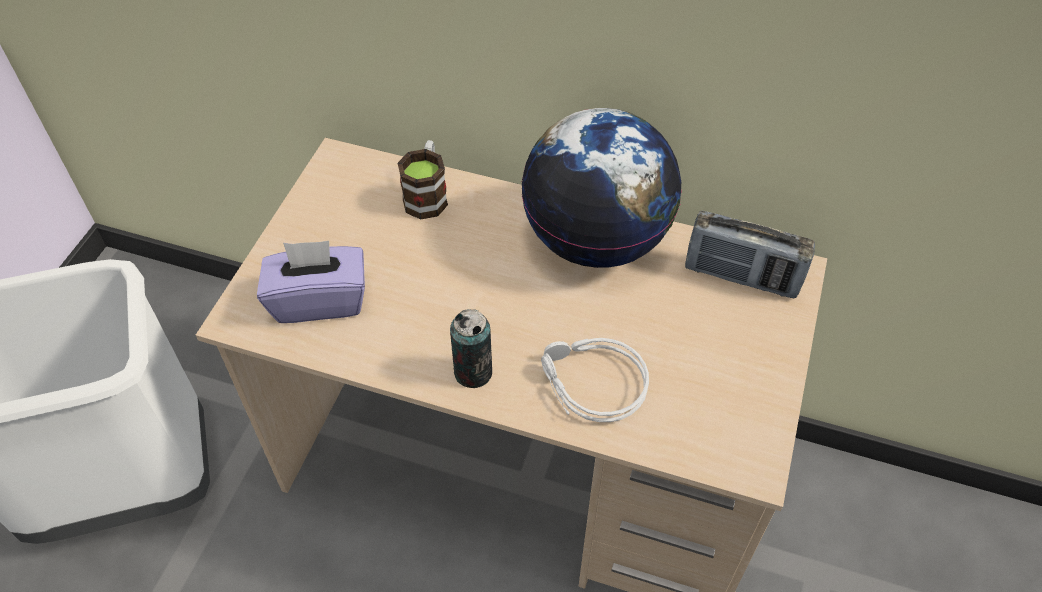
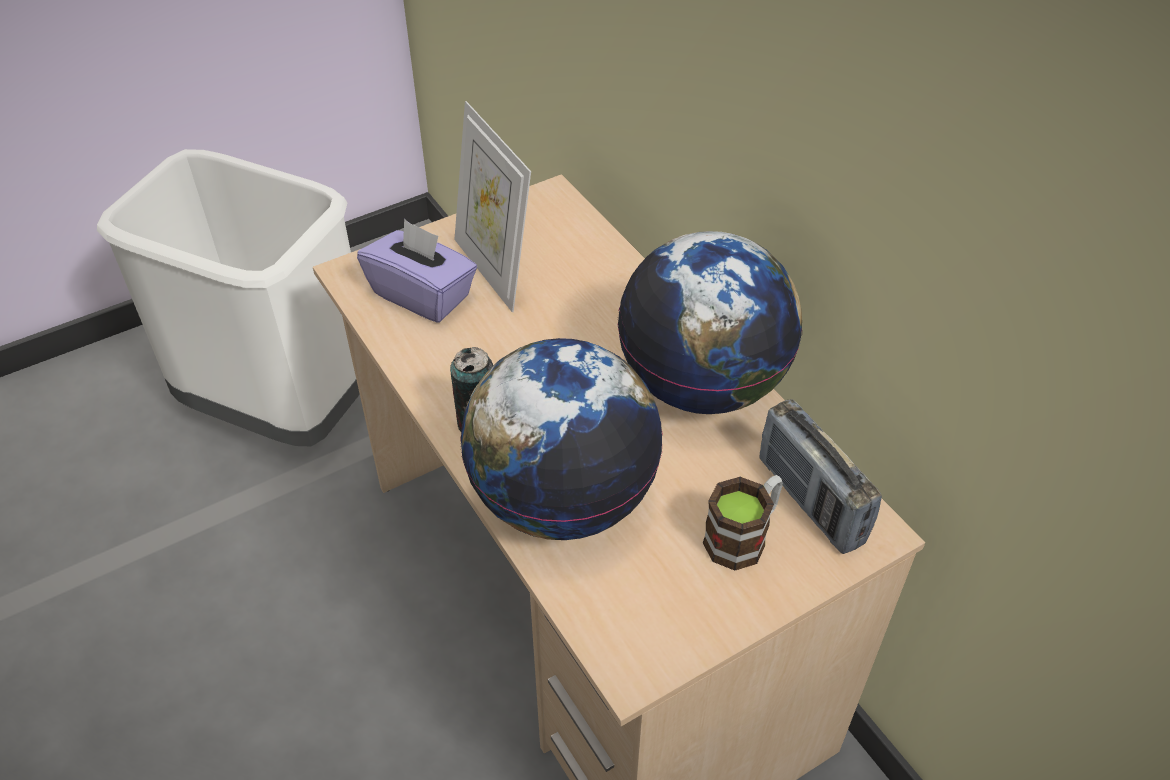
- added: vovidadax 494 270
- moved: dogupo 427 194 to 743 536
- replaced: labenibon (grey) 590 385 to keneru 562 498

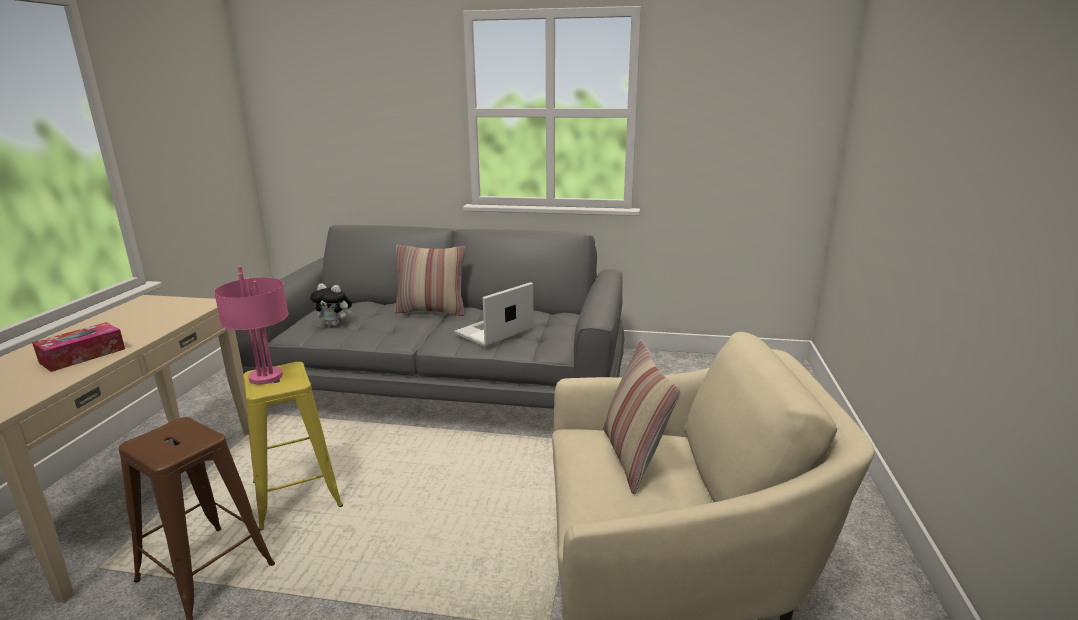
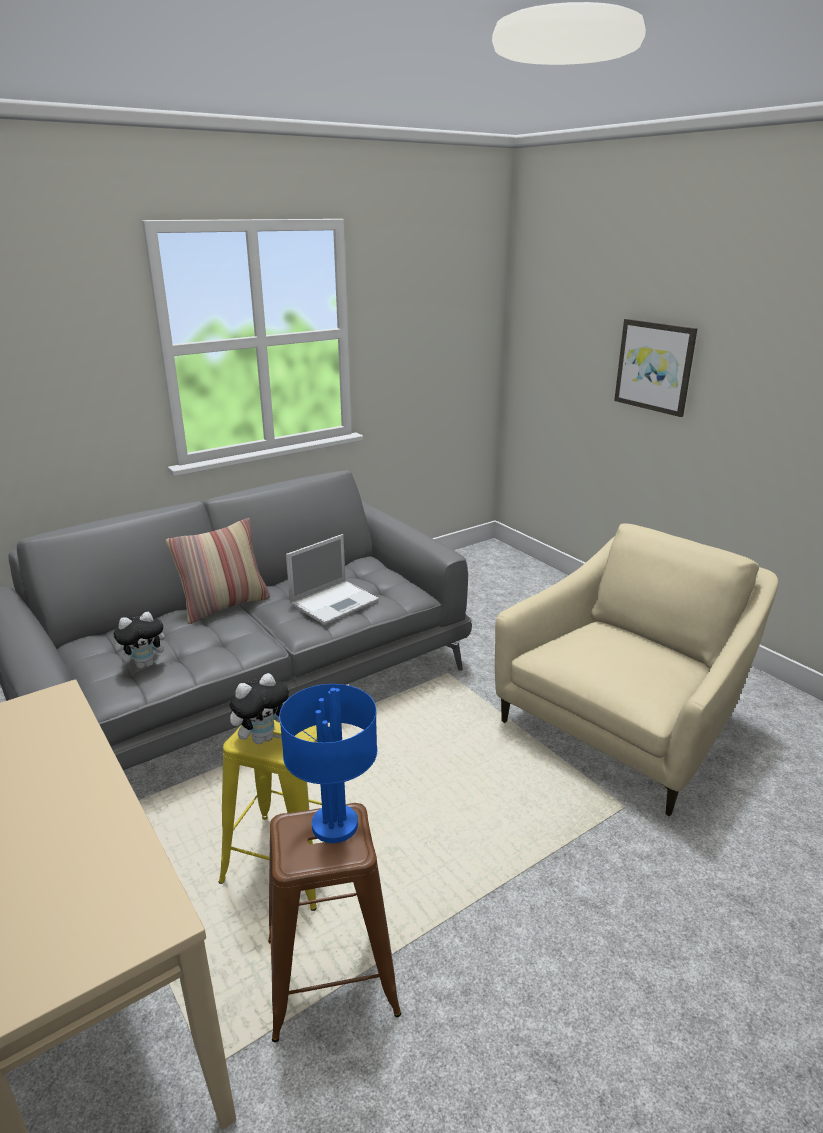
- removed: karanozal 83 355
- removed: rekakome 633 457
- added: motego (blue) 333 825
- added: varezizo 655 366
- replaced: motego (pink) 267 376 to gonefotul 262 738
- turned: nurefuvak 493 332 = 335 602 135 degrees counterclockwise

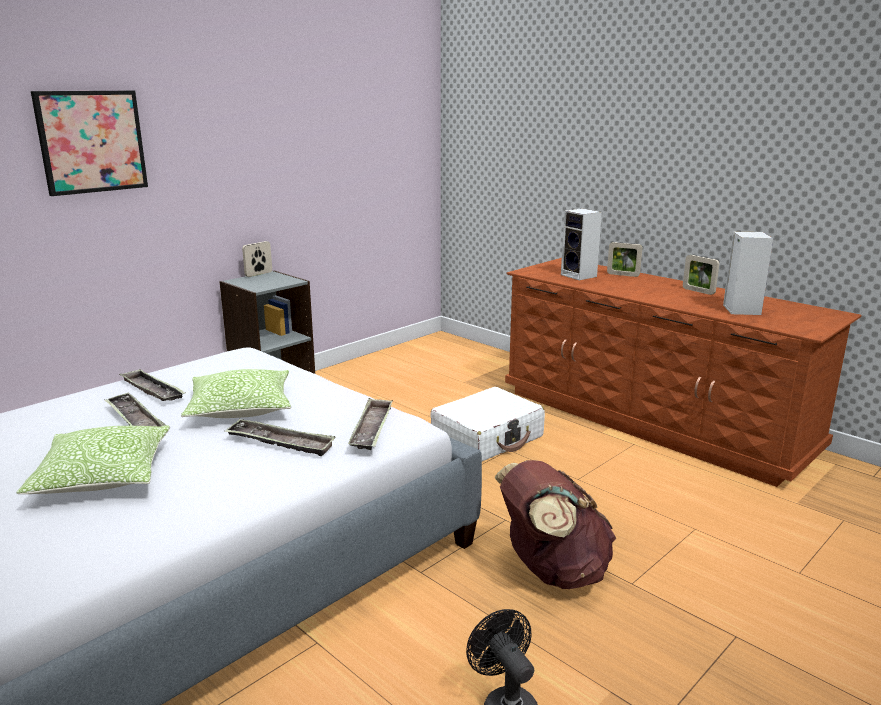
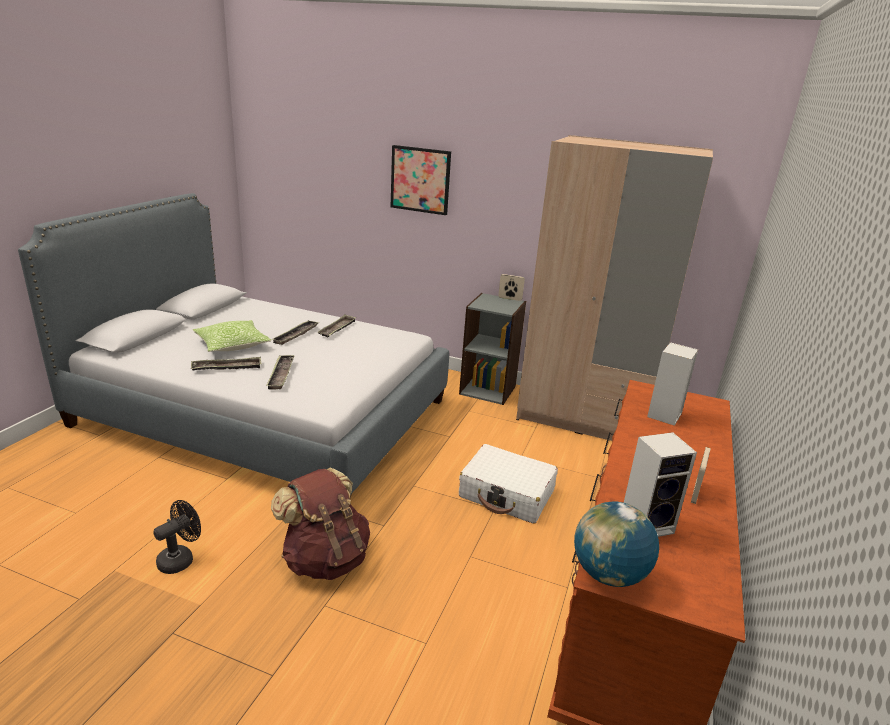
- removed: rekakome 241 408
- removed: vovidadax 623 275
- added: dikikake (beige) 584 419
- added: keneru 608 574
- moved: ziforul 372 429 to 227 367

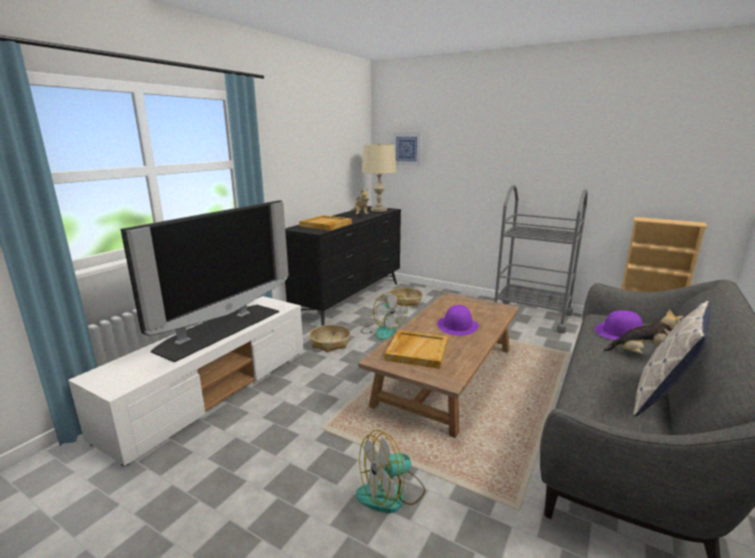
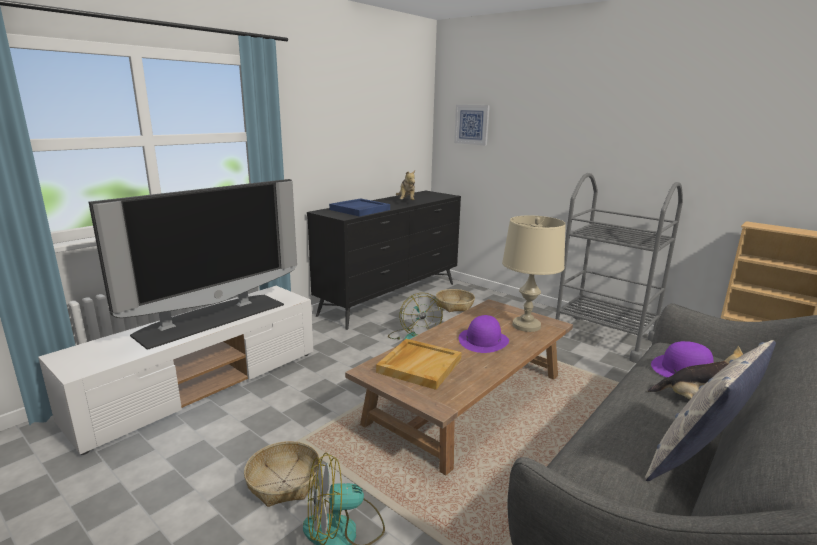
- moved: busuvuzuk 330 343 to 283 481
- moved: motego (beige) 378 210 to 526 325
- recoloured: ziforul (beige) 326 225 to ziforul (blue) 360 210

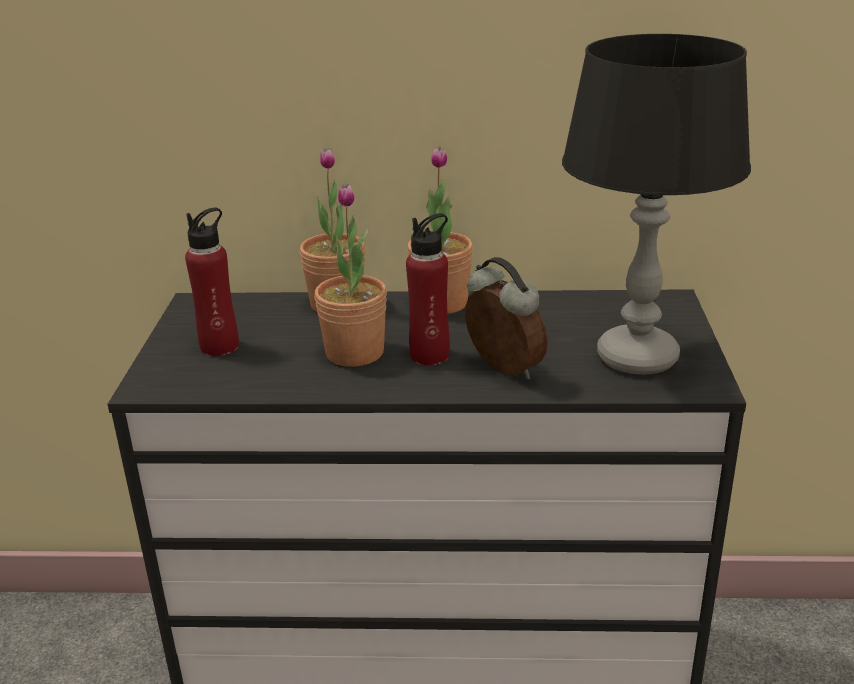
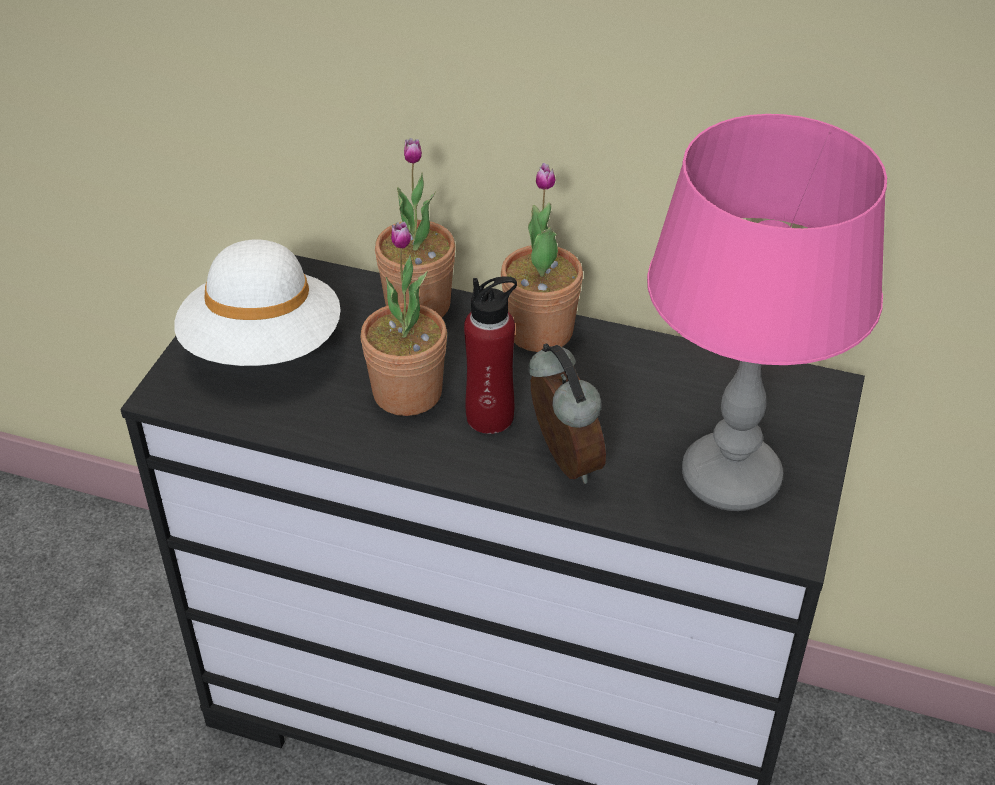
- replaced: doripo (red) 220 346 to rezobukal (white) 263 347
- recoloured: motego (black) 638 358 to motego (pink) 731 479

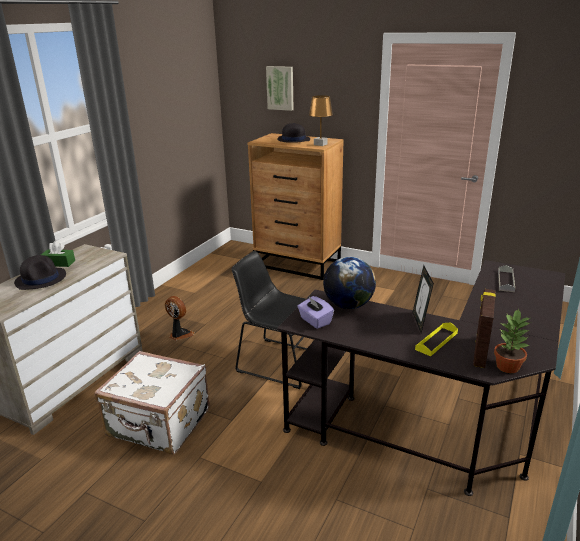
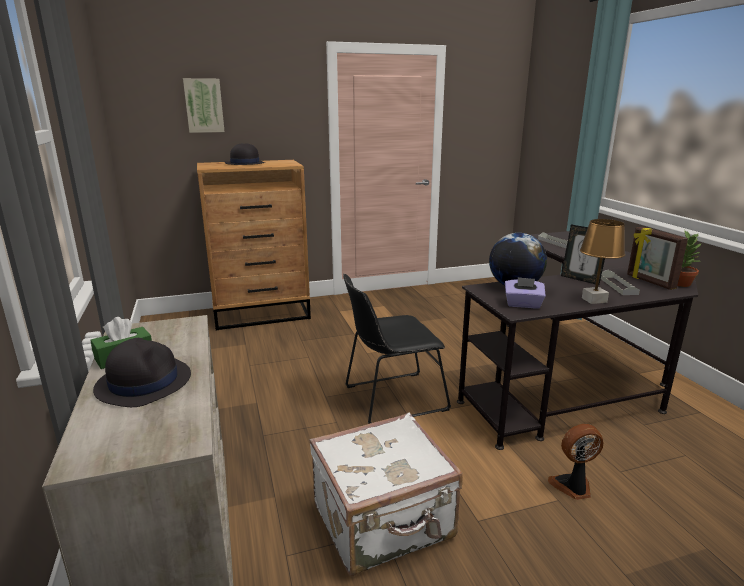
- moved: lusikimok 179 334 to 573 487
- moved: motego (brown) 320 144 to 594 300
- recoloured: ziforul (yellow) 436 341 to ziforul (grey) 618 285

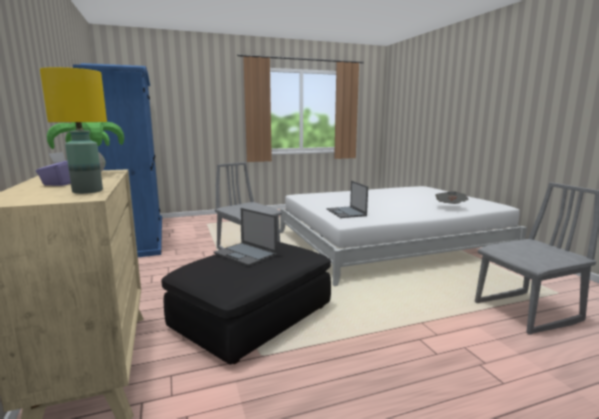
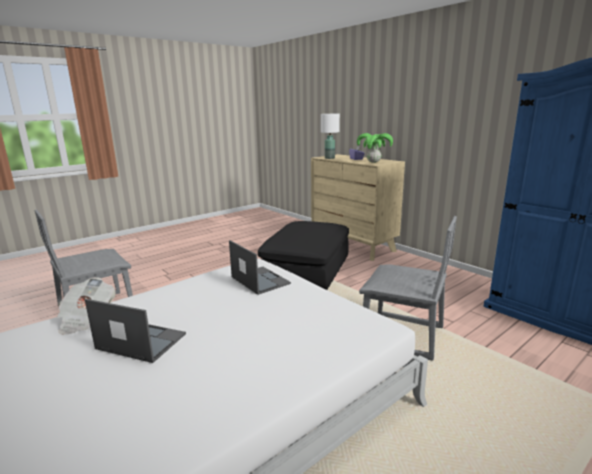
- moved: nurefuvak 246 254 to 140 341
- recoloured: motego (yellow) 87 191 to motego (white) 330 158

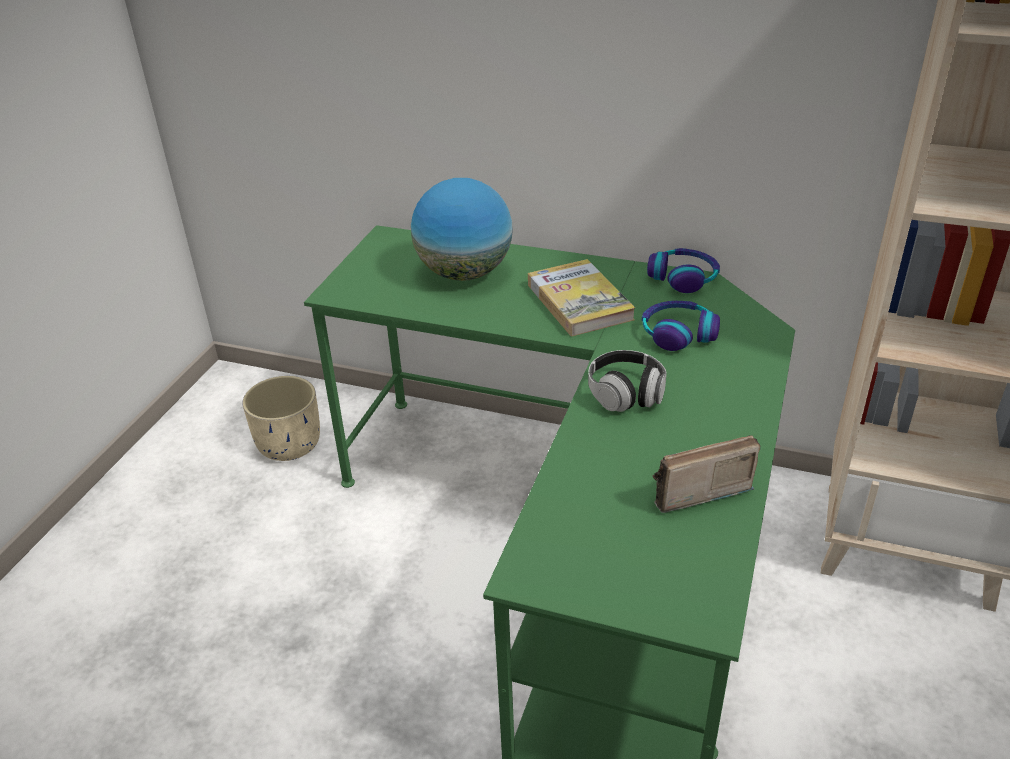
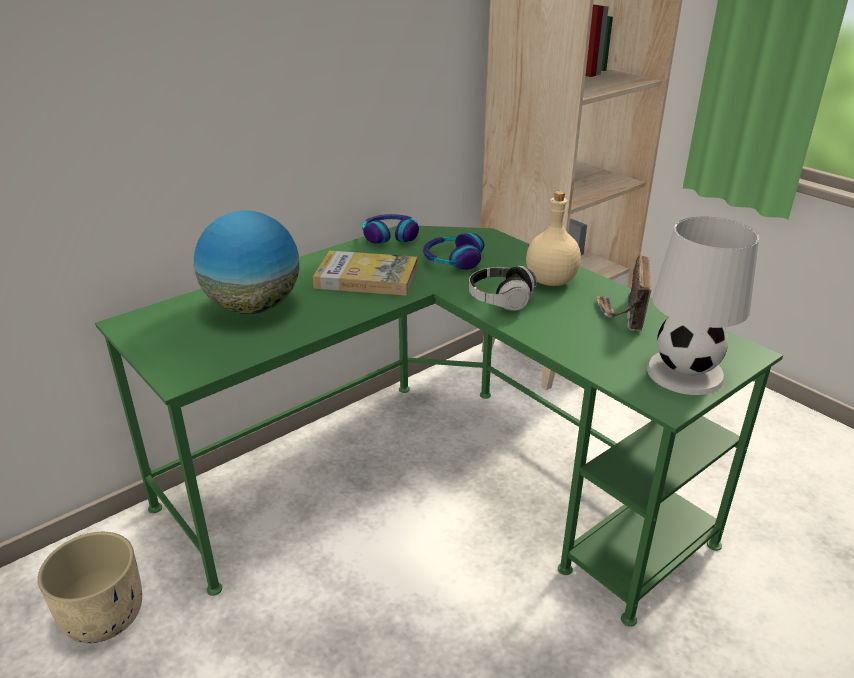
- added: doripo (beige) 550 281
- added: motego (white) 685 372

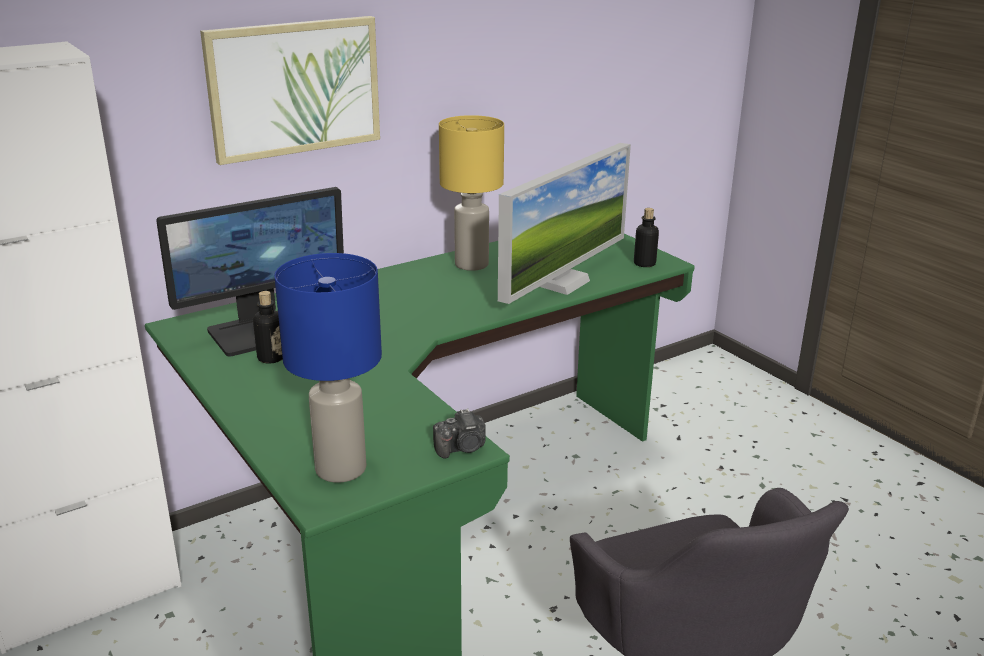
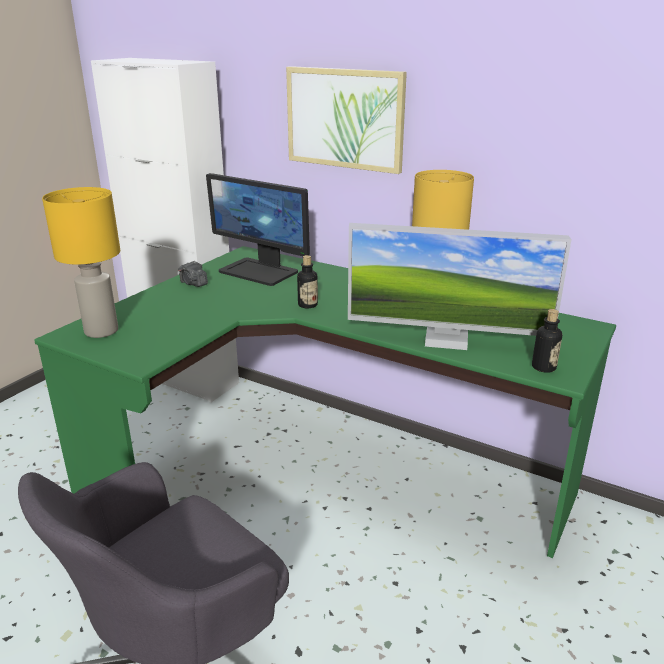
- moved: doripo 271 358 to 307 305
- moved: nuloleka 462 448 to 193 283
- recoloured: motego (blue) 340 470 to motego (yellow) 100 331

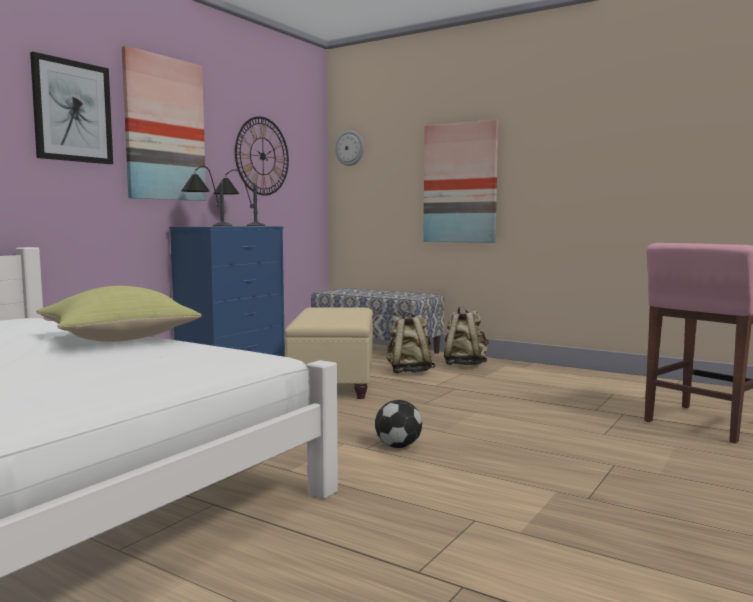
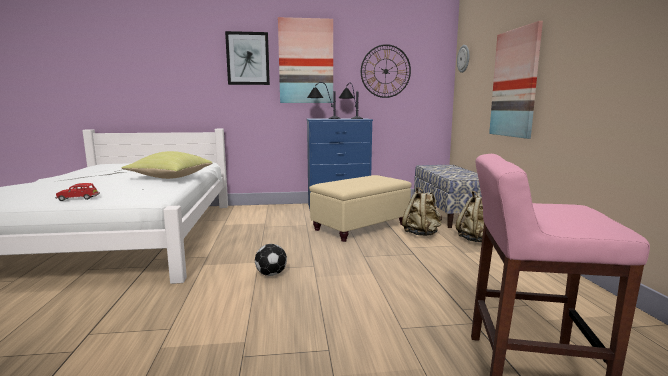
- added: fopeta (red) 78 199

